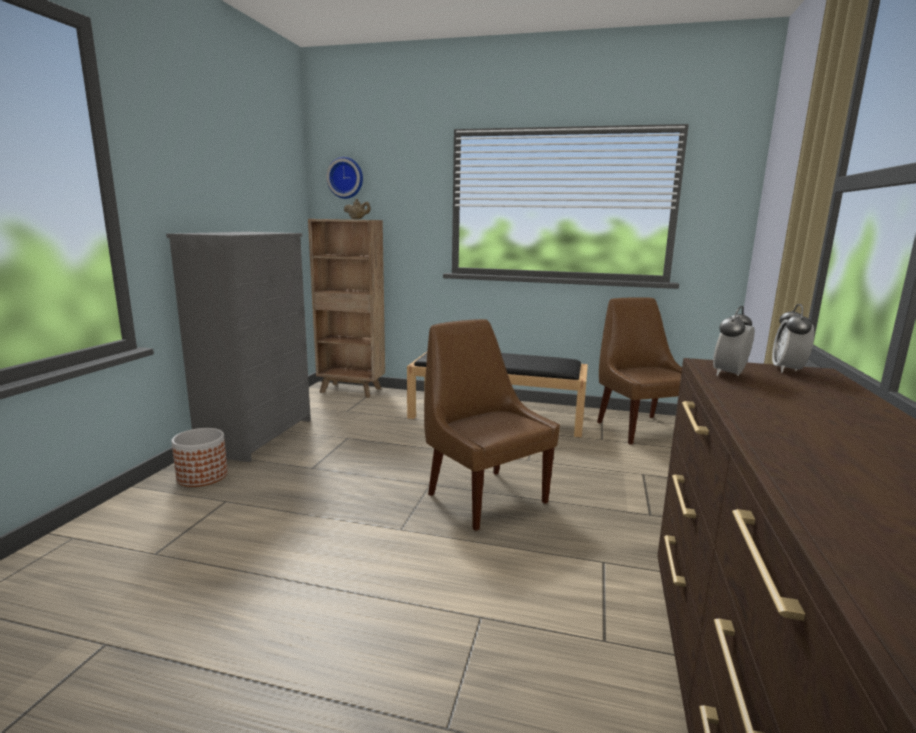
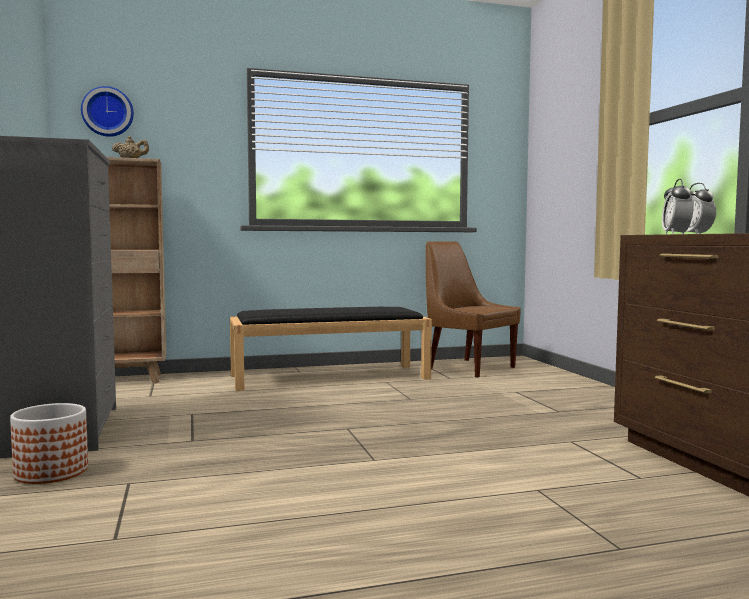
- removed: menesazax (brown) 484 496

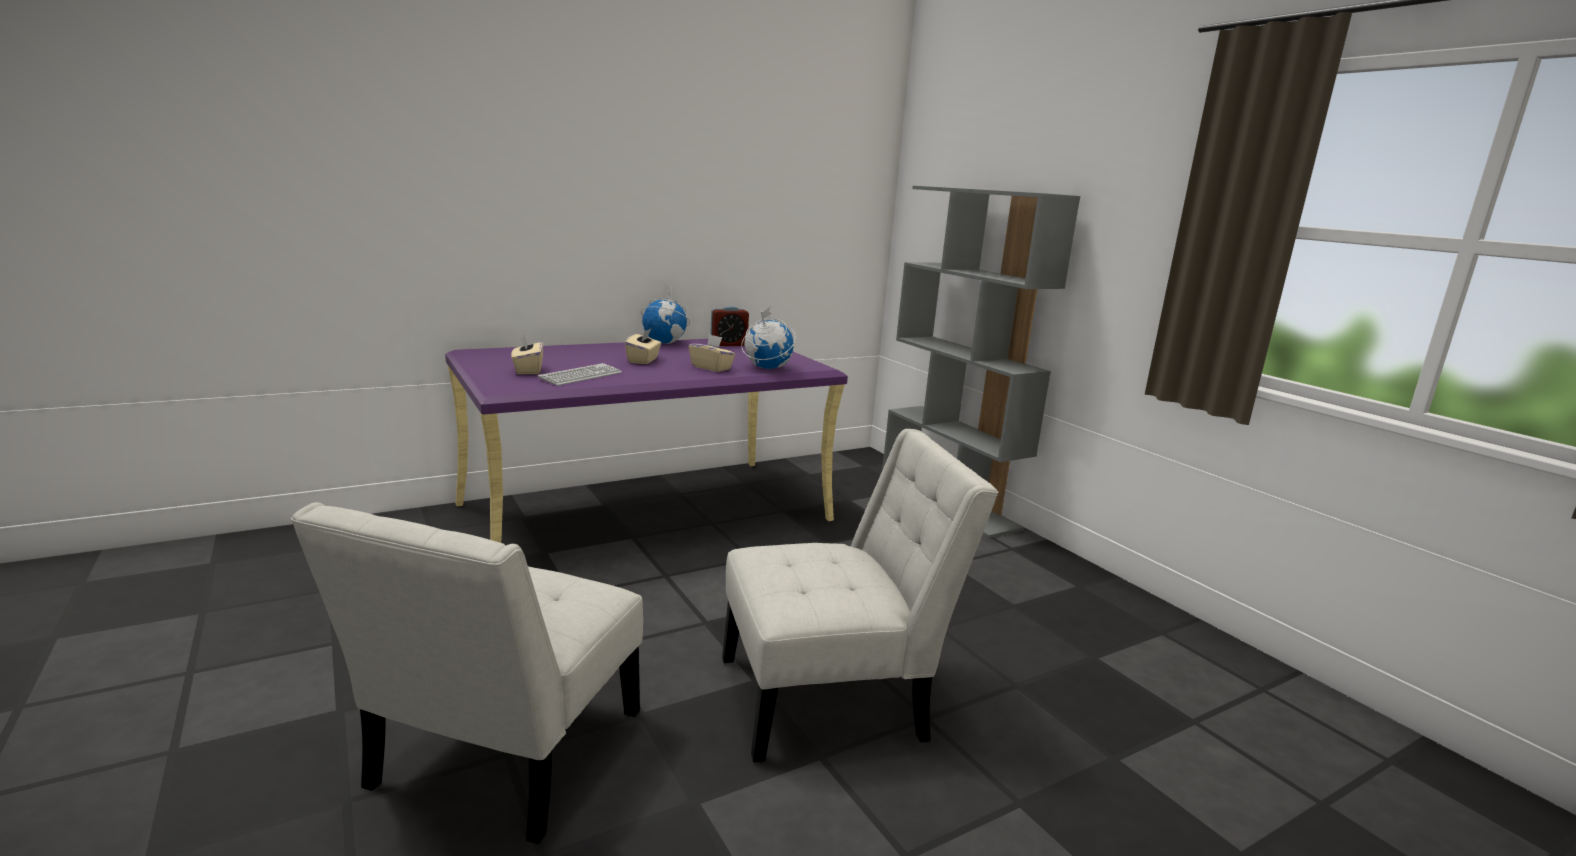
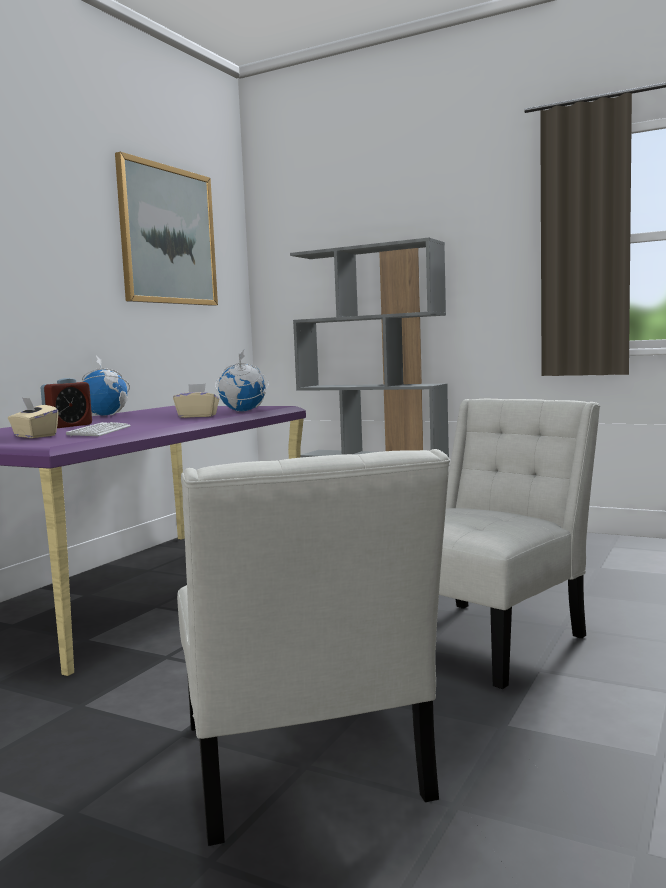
- removed: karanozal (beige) 643 360
- added: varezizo 168 235
- moved: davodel 728 344 to 68 426

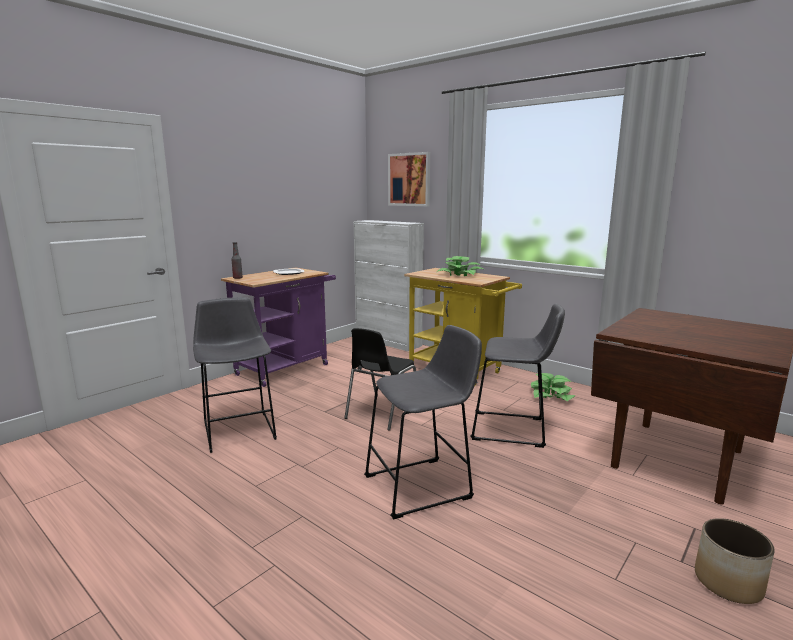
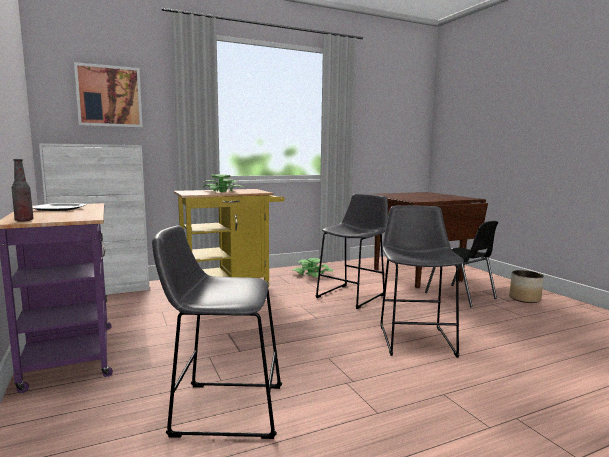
- moved: menesazax (black) 381 412 to 461 296

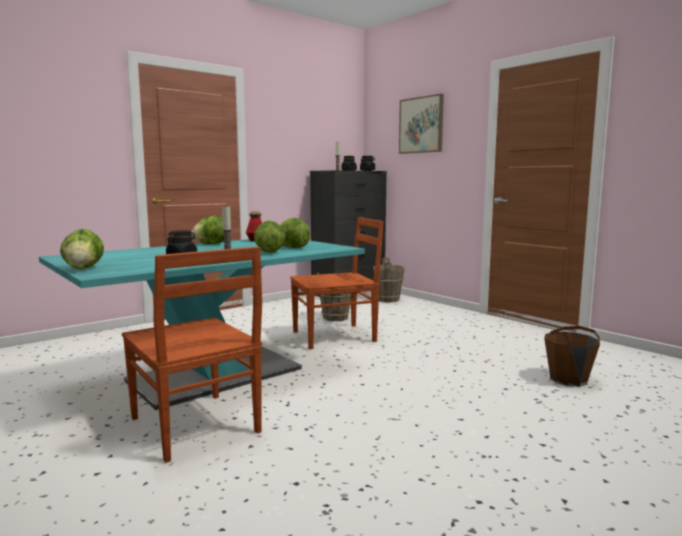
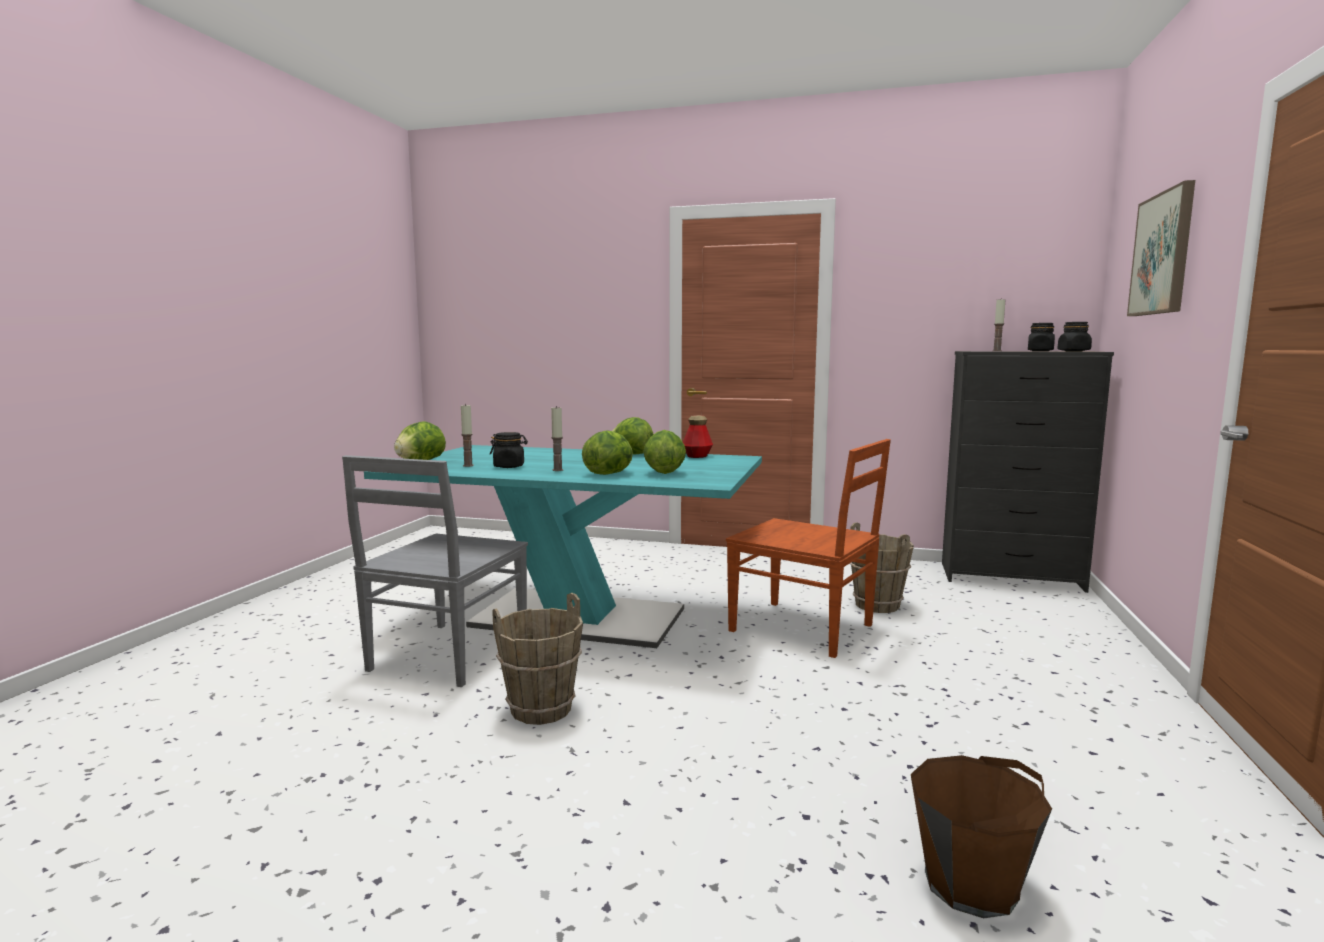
- added: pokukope 468 465
- moved: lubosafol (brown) 388 300 to 541 710
- recoloured: menesazax (brown) 195 426 to menesazax (grey) 447 655

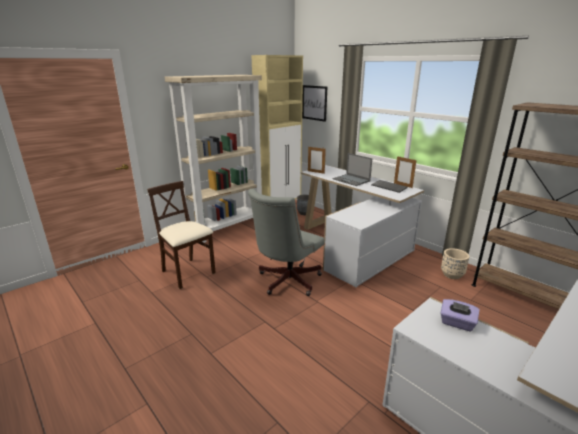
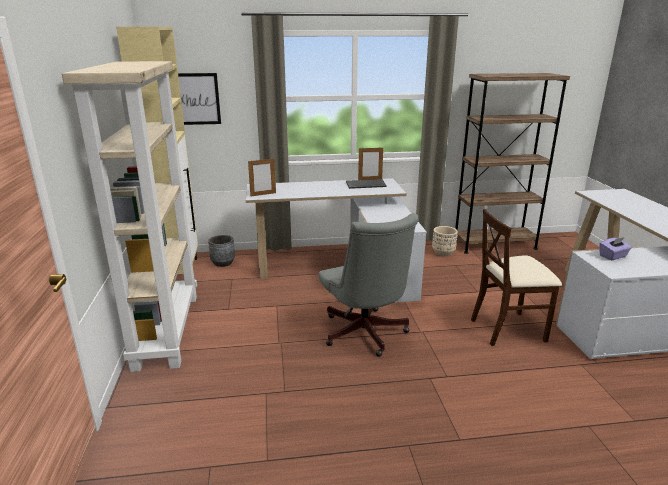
- removed: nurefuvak 351 180
- moved: menesazax (beige) 188 273 to 508 329

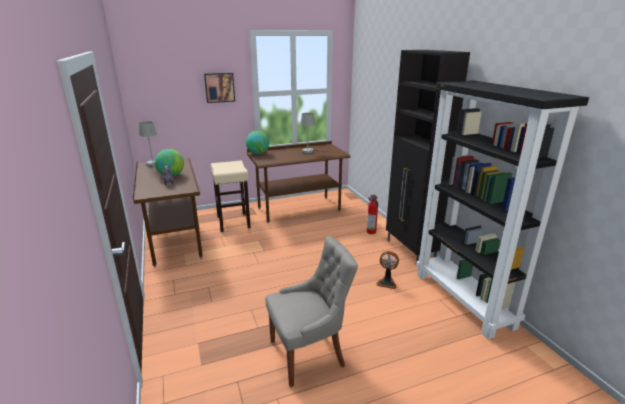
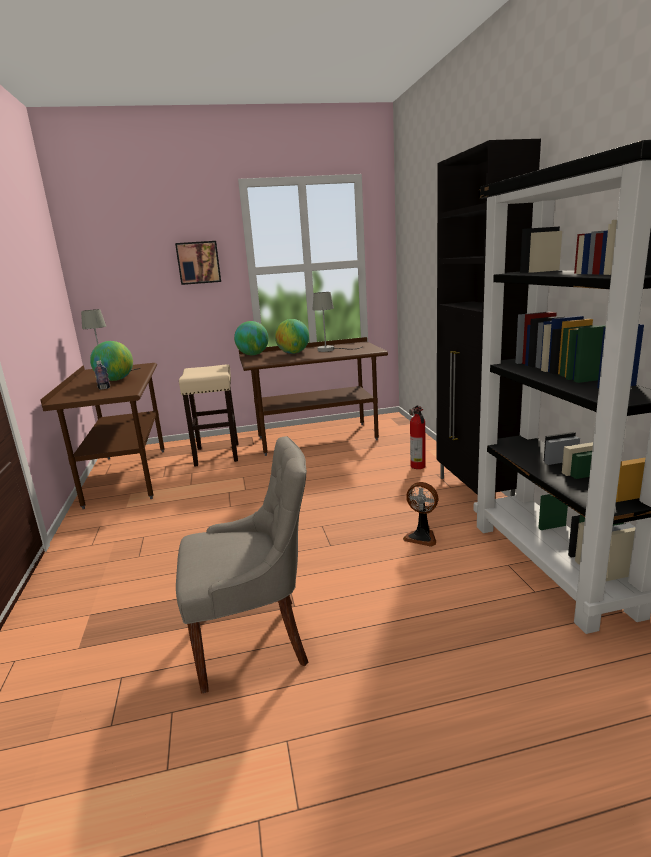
- added: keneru 293 353

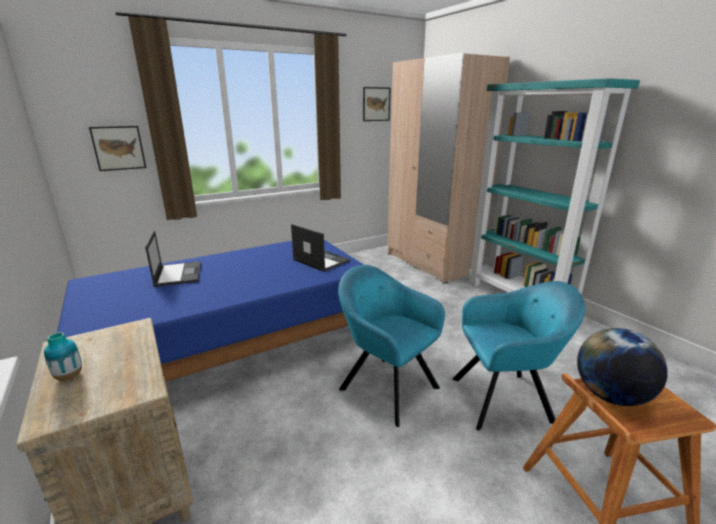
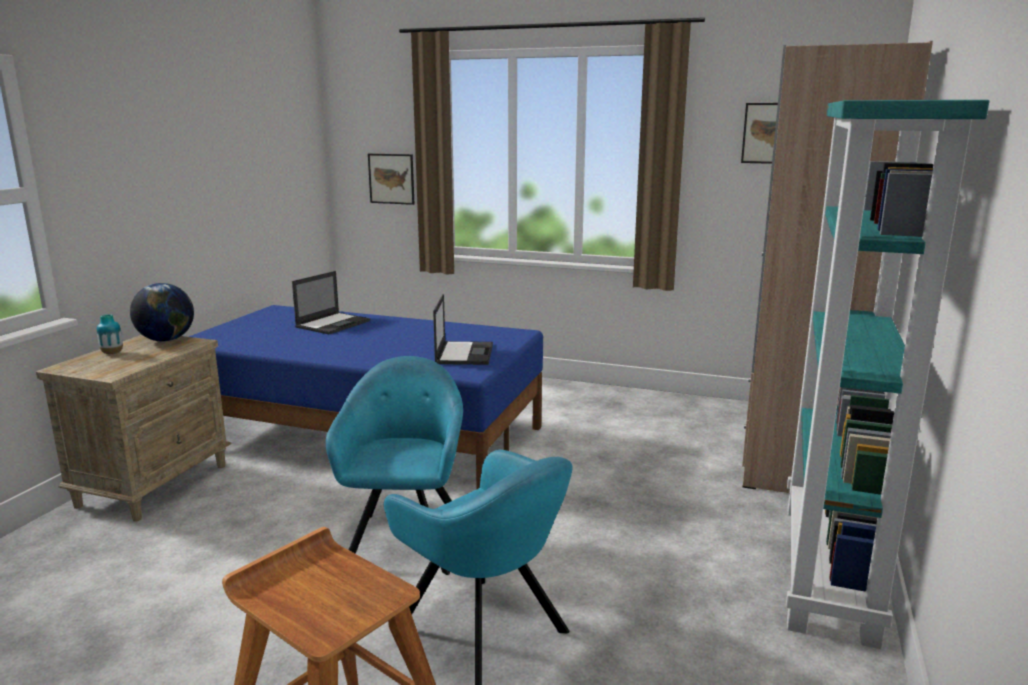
- moved: keneru 610 396 to 166 340

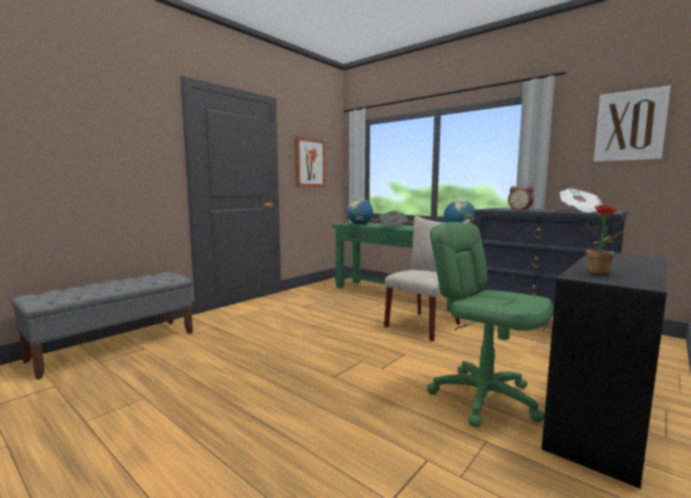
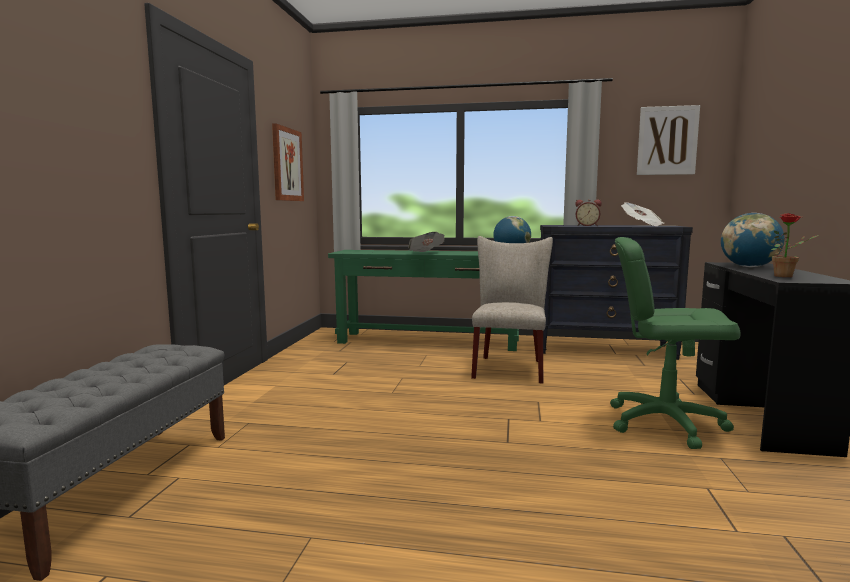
- moved: keneru 359 225 to 749 267

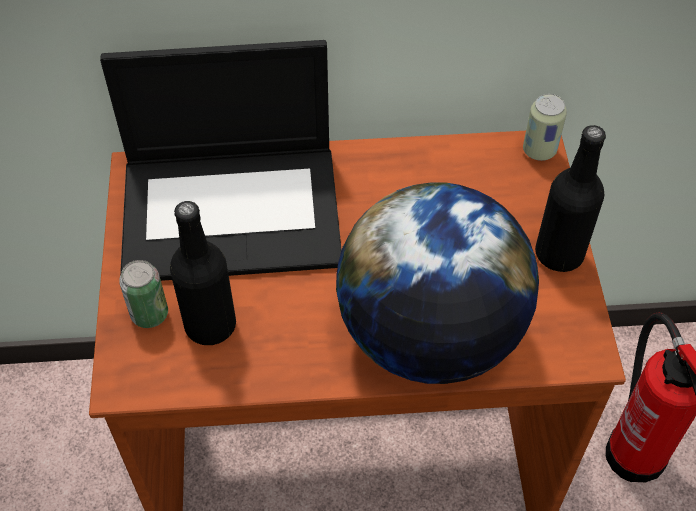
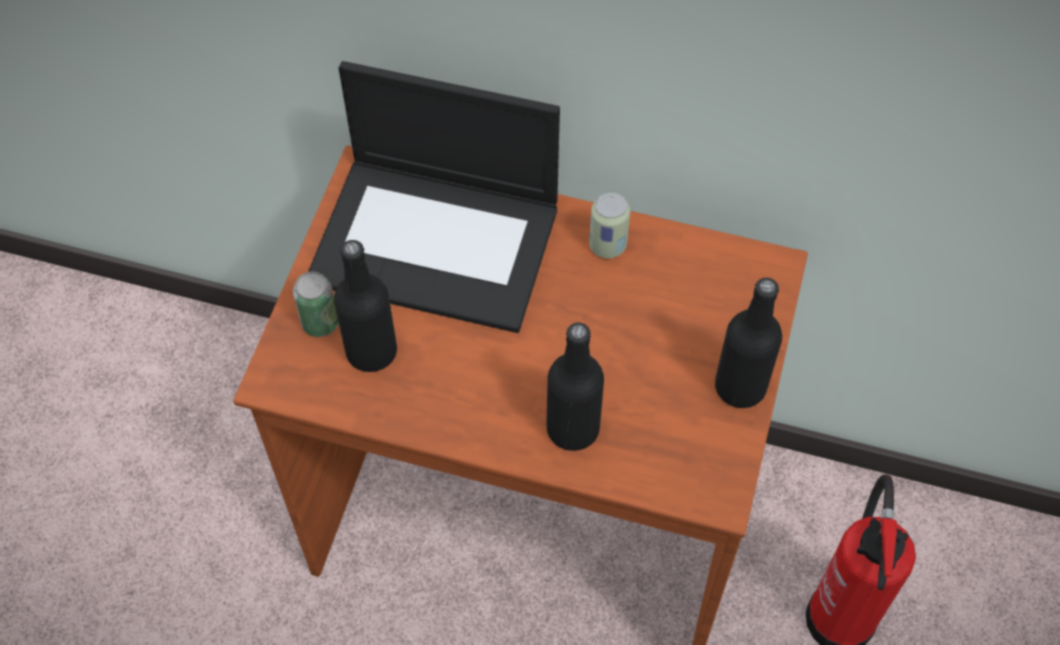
- moved: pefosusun 539 150 to 607 245
- replaced: keneru 429 336 to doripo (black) 572 428

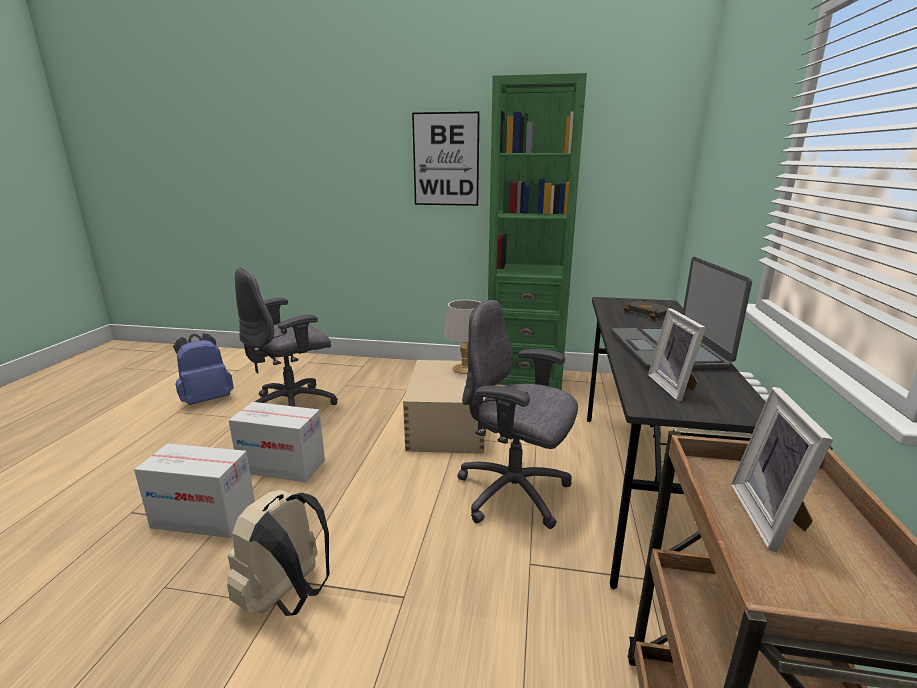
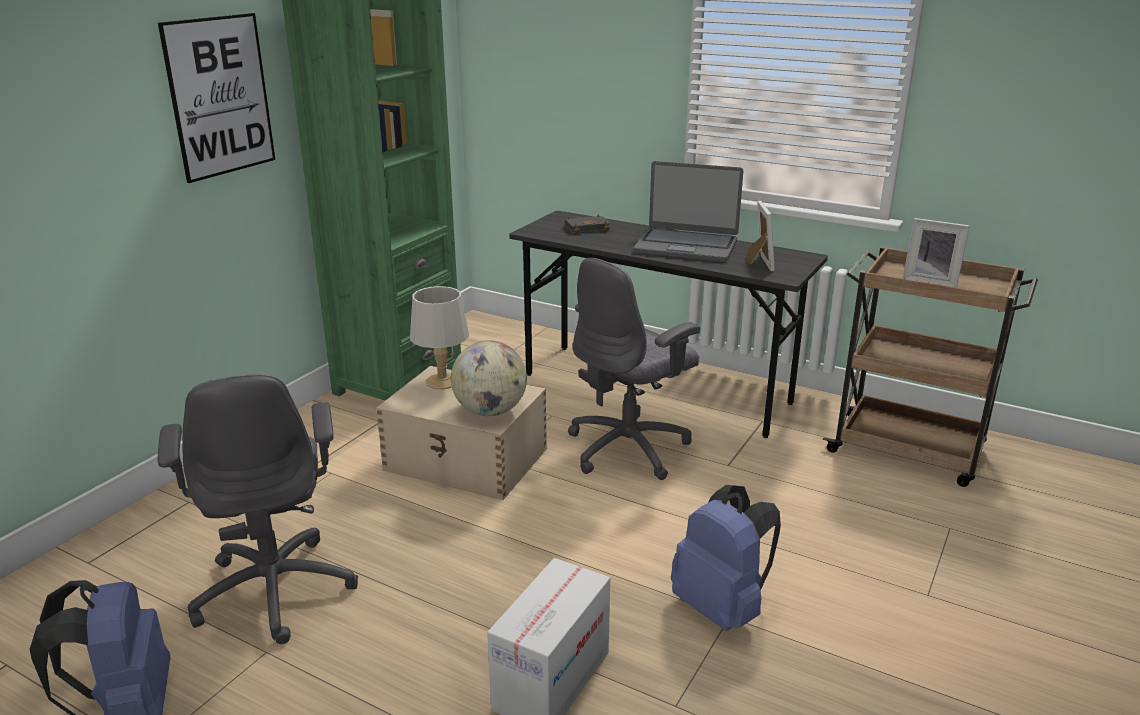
- removed: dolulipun 282 466
- added: keneru 490 411
- recoloured: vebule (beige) 287 597 to vebule (blue) 722 608
- turned: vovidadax 674 387 = 758 263 105 degrees counterclockwise

